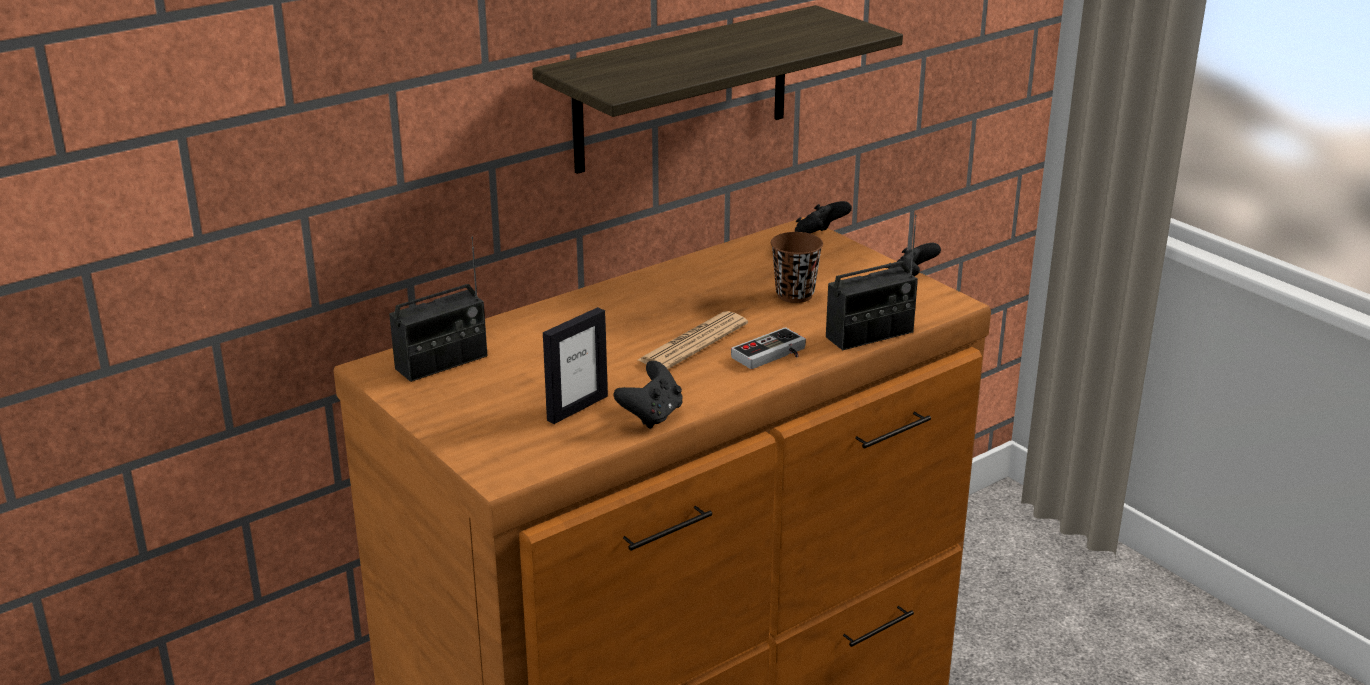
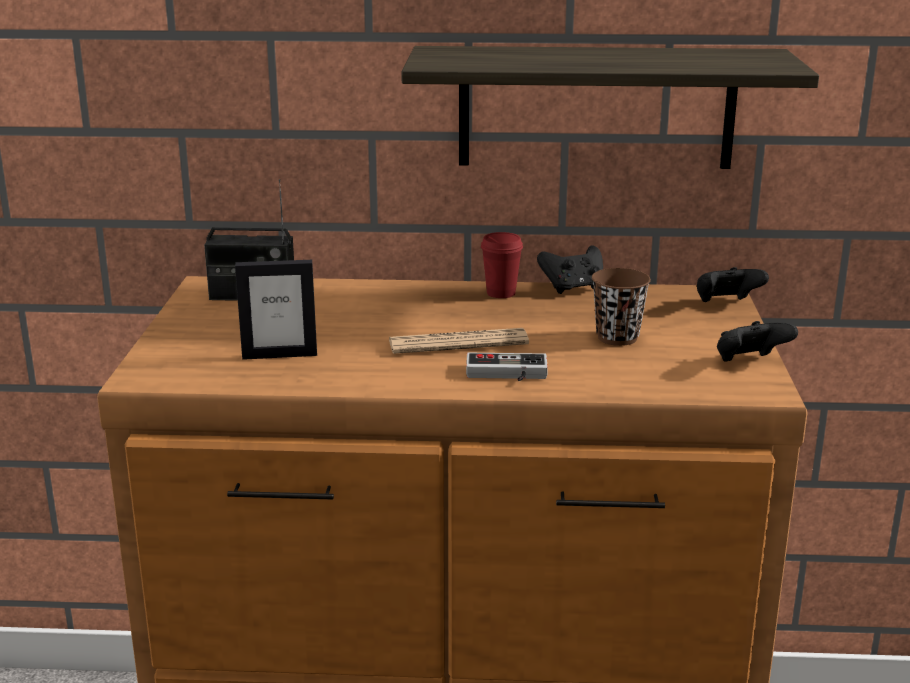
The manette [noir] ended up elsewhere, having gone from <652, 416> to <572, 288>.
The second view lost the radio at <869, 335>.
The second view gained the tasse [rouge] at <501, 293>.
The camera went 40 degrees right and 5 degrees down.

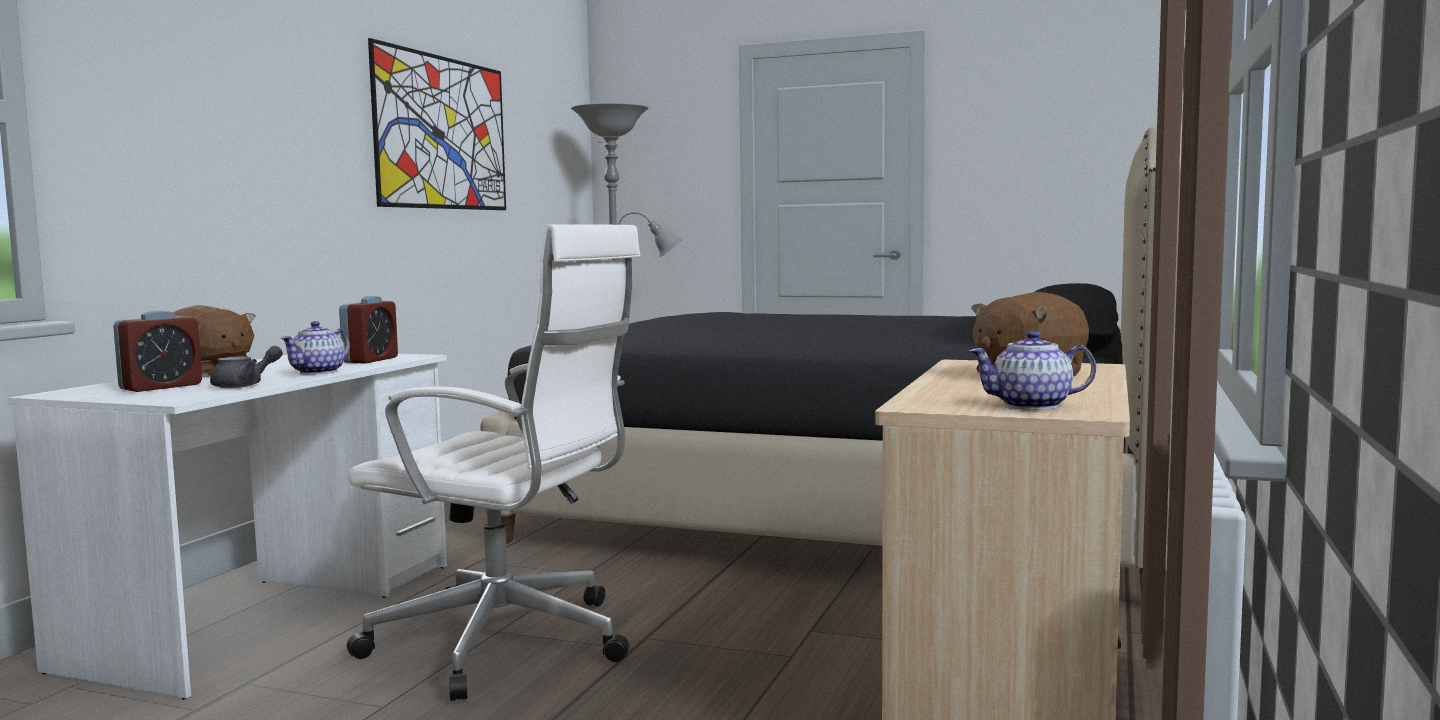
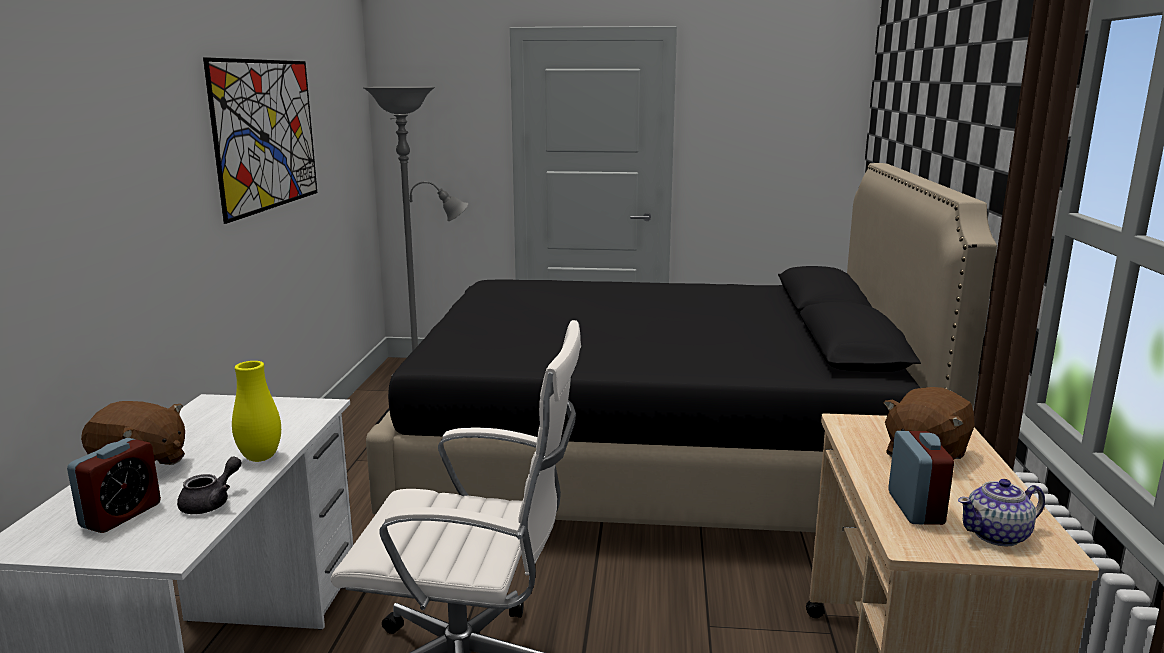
Where the théière stood at <319, 372>, the vase [jaune] came to stand at <260, 458>.
The réveil ended up elsewhere, having gone from <370, 360> to <915, 508>.
The camera went 15 degrees left and 10 degrees up.

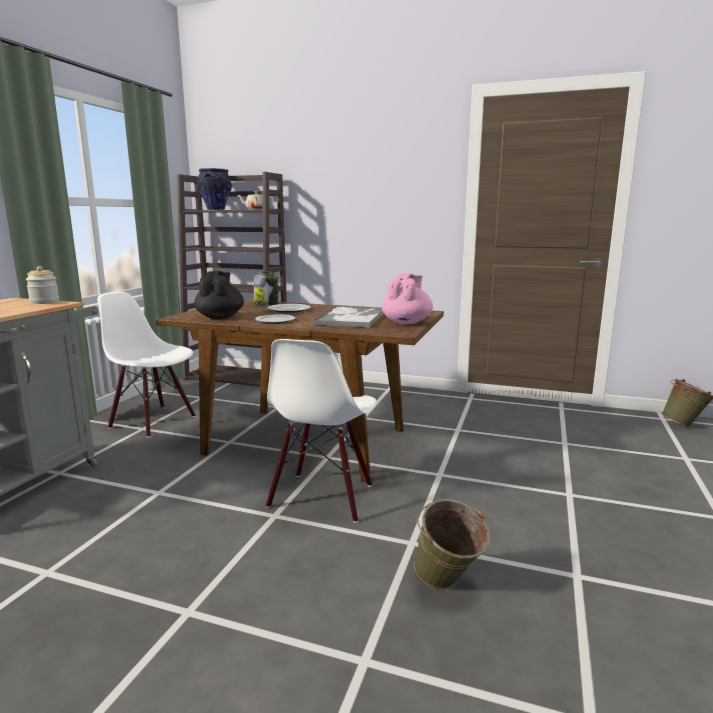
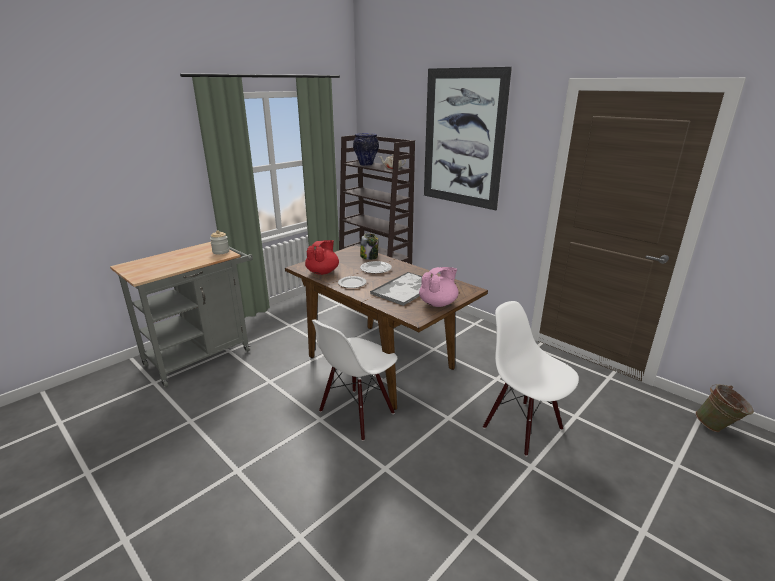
The chaise [blanc] ended up elsewhere, having gone from <154, 421> to <523, 427>.
What was the théière [noir] at <220, 317> turned into the théière [rouge] at <323, 272>.
The second view lost the seau [vert] at <447, 585>.
The second view gained the tableau at <462, 139>.
The camera went 25 degrees right and 10 degrees up.

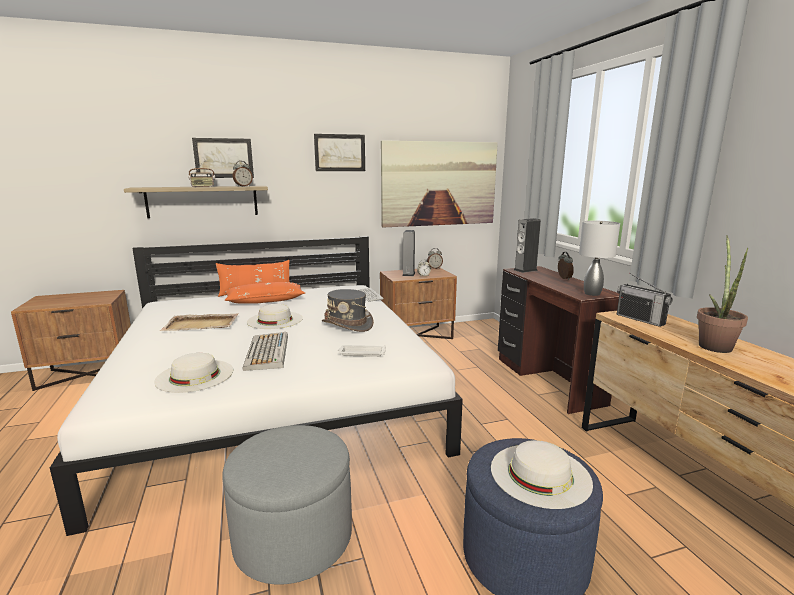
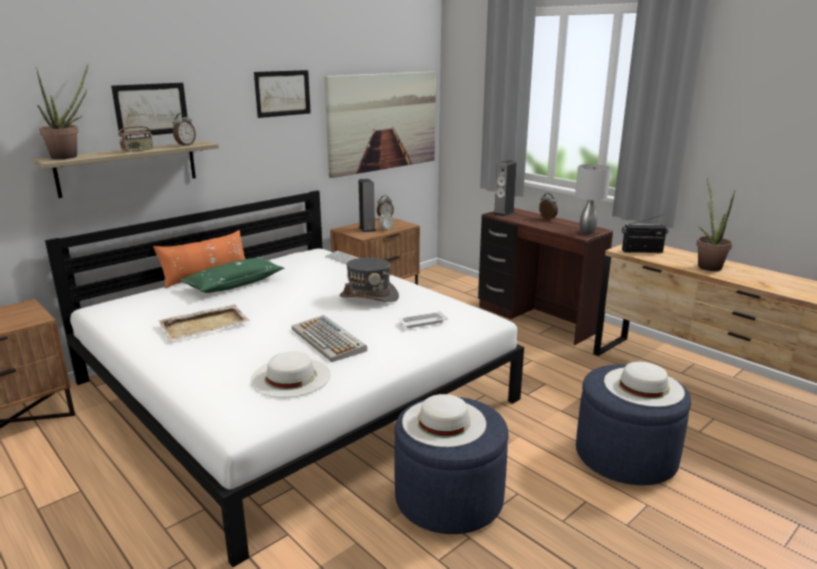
What was the pouf [gris] at <293, 537> turned into the pouf [bleu] at <449, 498>.
What was the coussin [orange] at <265, 300> turned into the coussin [vert] at <234, 284>.
The chapeau [blanc] ended up elsewhere, having gone from <275, 320> to <443, 422>.
The radio at <640, 319> ended up facing another way, 150 degrees clockwise from before.
The second view gained the plante en pot at <70, 156>.
The camera went 25 degrees left and 5 degrees up.

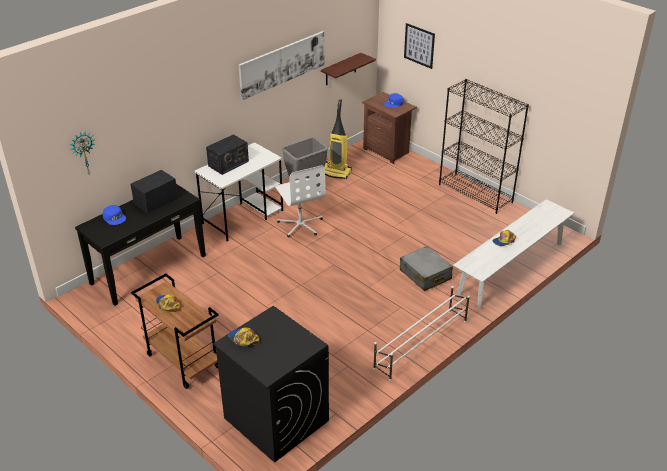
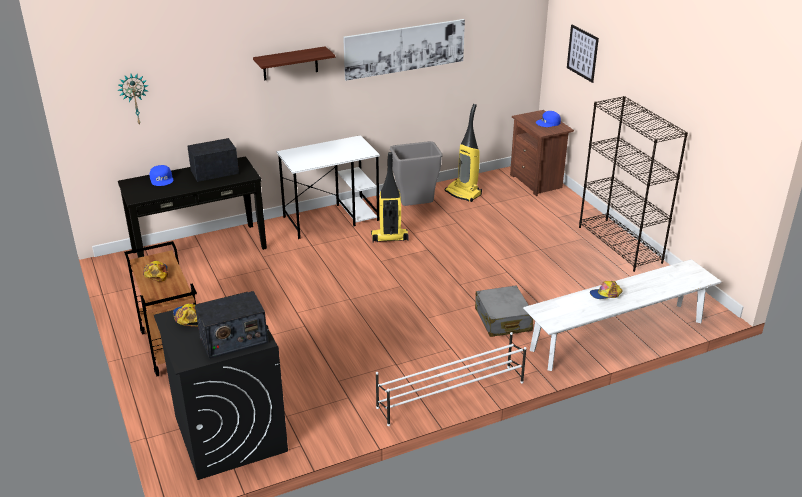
The radio ended up elsewhere, having gone from <228, 164> to <233, 340>.
Where the chaise de bureau [blanc] stood at <300, 224>, the aspirateur came to stand at <389, 238>.
The étagère ended up elsewhere, having gone from <341, 69> to <290, 63>.
The camera went 20 degrees right and 5 degrees down.

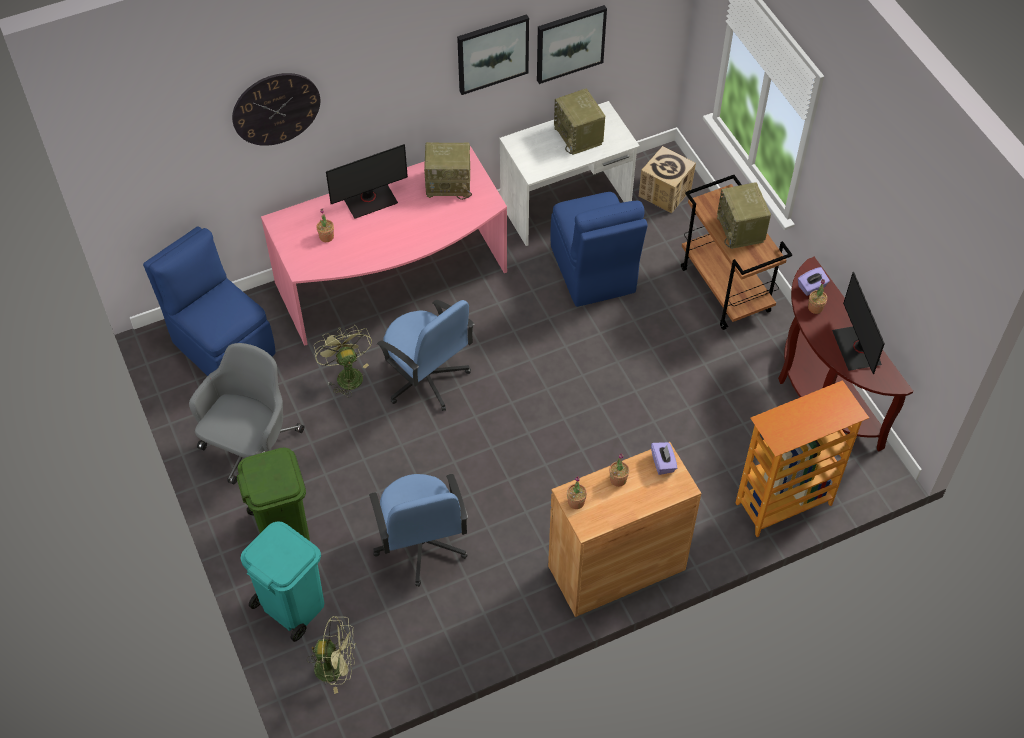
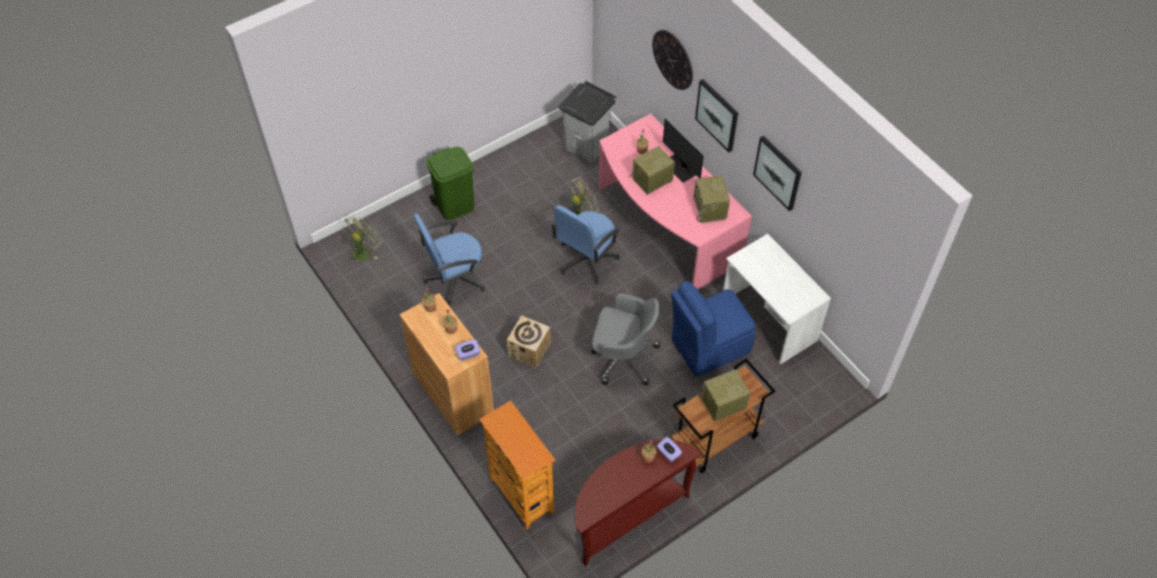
Where the chaise [bleu] stood at <222, 346>, the poubelle [gris] came to stand at <588, 146>.
The chaise de bureau [gris] ended up elsewhere, having gone from <252, 449> to <623, 357>.
The second view lost the poubelle [turquoise] at <292, 605>.
The ventilateur [vert] at <336, 667> ended up facing another way, 135 degrees counterclockwise from before.
The tableau ended up elsewhere, having gone from <570, 43> to <717, 115>.
The radio ended up elsewhere, having gone from <579, 136> to <652, 181>.
The carton ended up elsewhere, having gone from <665, 192> to <529, 350>.
The second view lost the écran d'ordinateur at <857, 348>.
The camera went 80 degrees right and 0 degrees up.

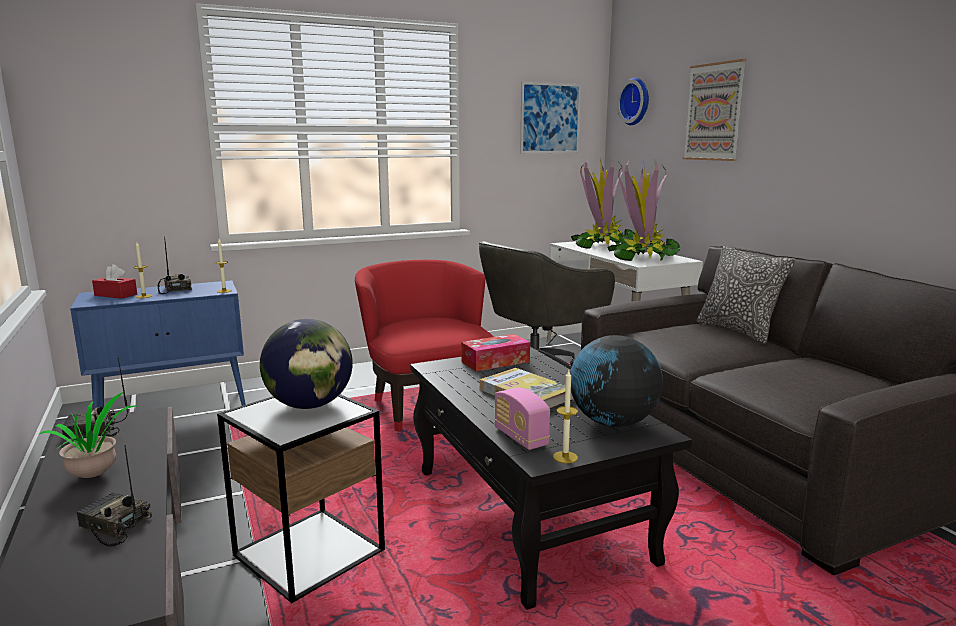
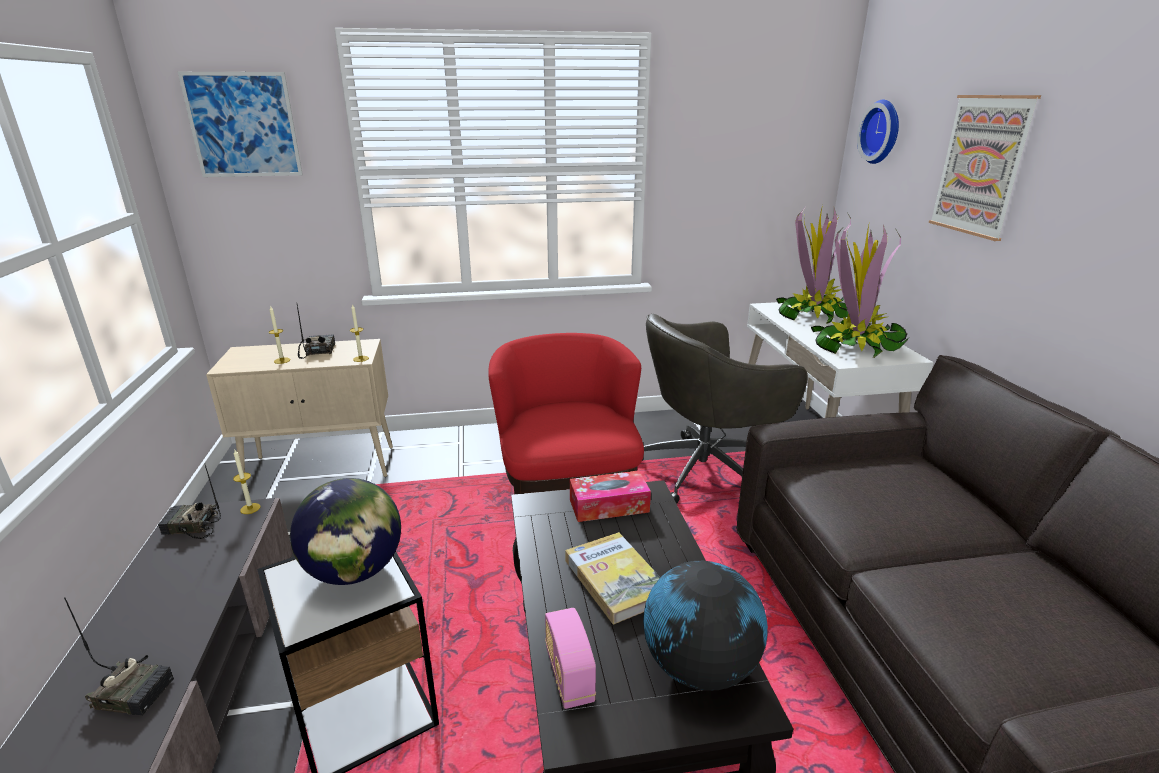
The second view lost the plante en pot at <97, 475>.
What was the meuble de rangement [bleu] at <175, 410> turned into the meuble de rangement [beige] at <323, 467>.
The radio at <113, 526> ended up facing another way, 150 degrees clockwise from before.
The second view lost the boîte à mouchoirs [rouge] at <116, 295>.
The tableau ended up elsewhere, having gone from <550, 118> to <243, 125>.
The bougie ended up elsewhere, having gone from <565, 457> to <250, 508>.
The second view lost the coussin at <738, 331>.
The camera went 15 degrees right and 10 degrees up.

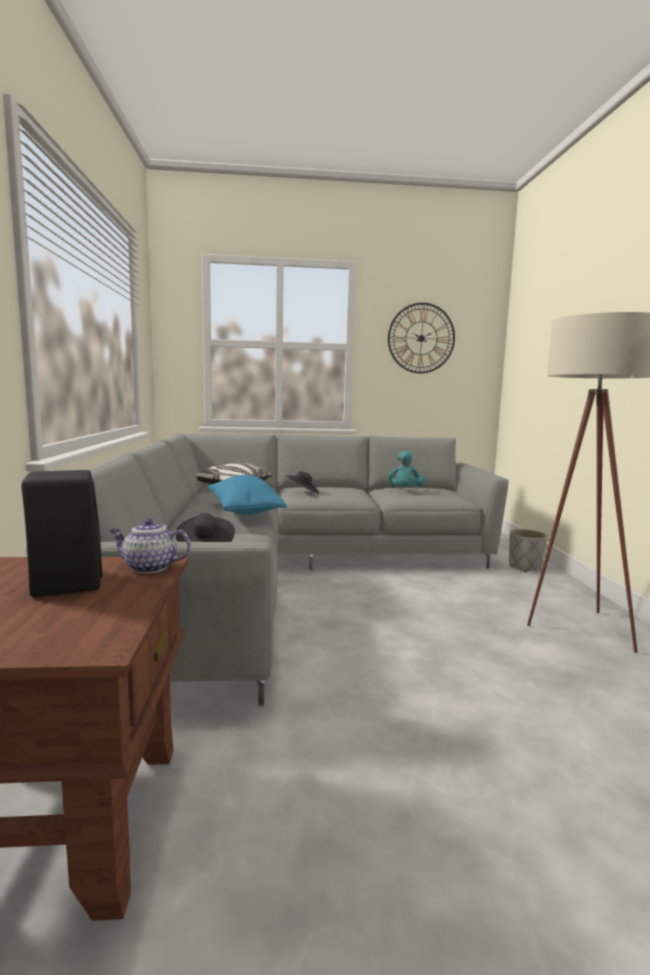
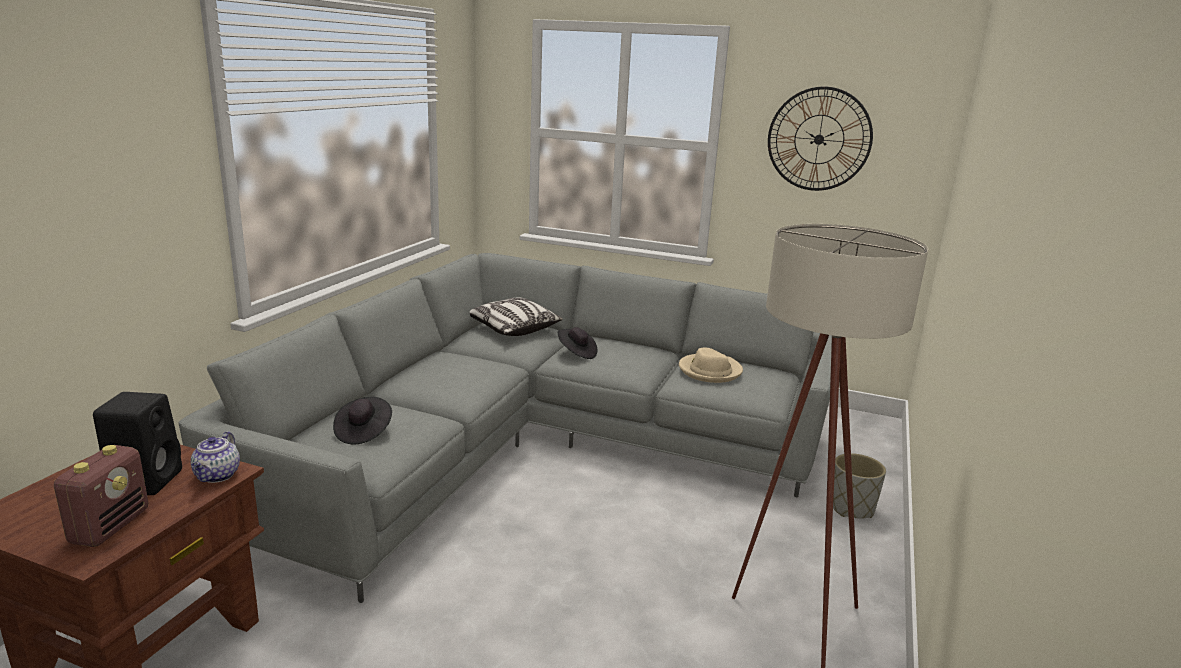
The théière at <149, 567> ended up facing another way, 120 degrees counterclockwise from before.
The second view lost the coussin [bleu] at <244, 511>.
Where the peluche [turquoise] stood at <405, 491>, the chapeau [beige] came to stand at <710, 371>.
The second view gained the radio at <110, 526>.
The camera went 25 degrees right and 10 degrees up.

